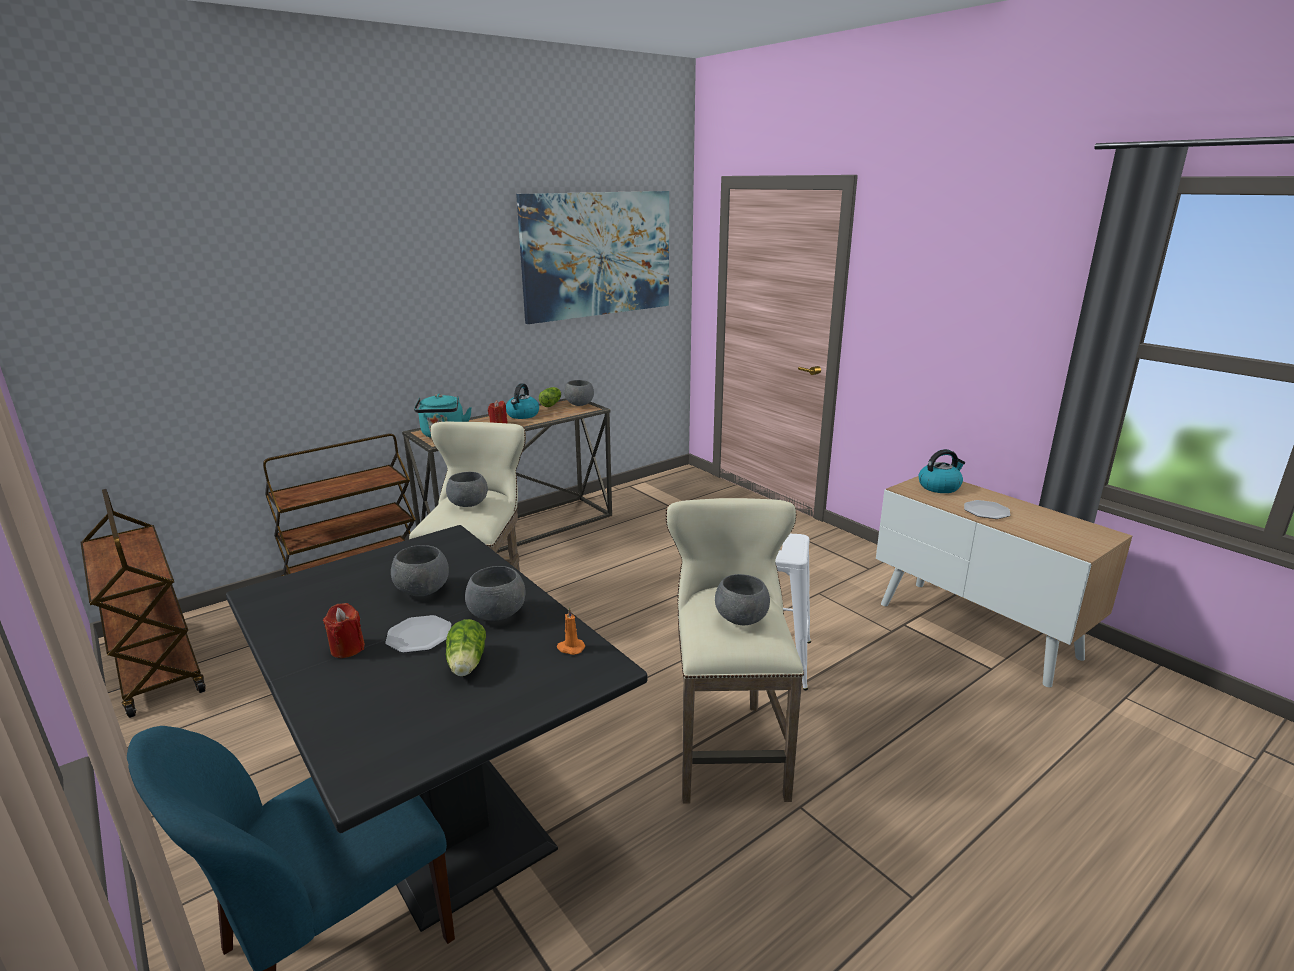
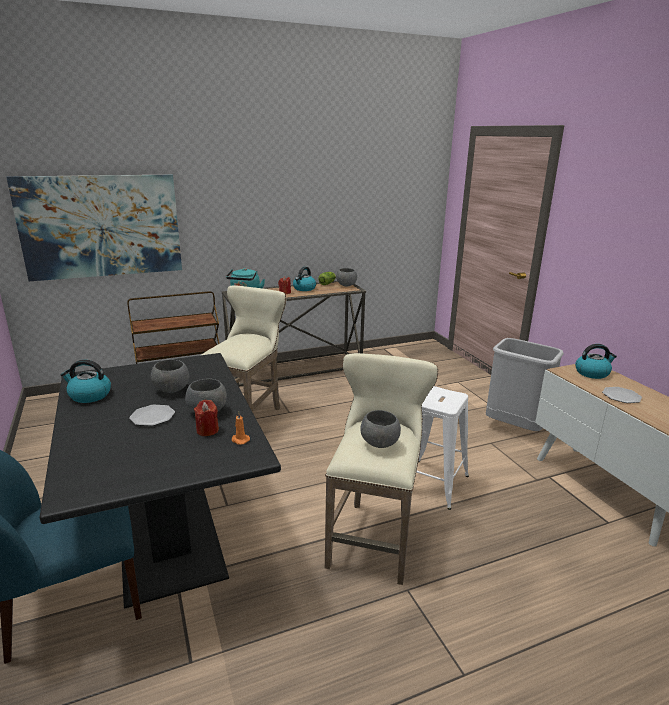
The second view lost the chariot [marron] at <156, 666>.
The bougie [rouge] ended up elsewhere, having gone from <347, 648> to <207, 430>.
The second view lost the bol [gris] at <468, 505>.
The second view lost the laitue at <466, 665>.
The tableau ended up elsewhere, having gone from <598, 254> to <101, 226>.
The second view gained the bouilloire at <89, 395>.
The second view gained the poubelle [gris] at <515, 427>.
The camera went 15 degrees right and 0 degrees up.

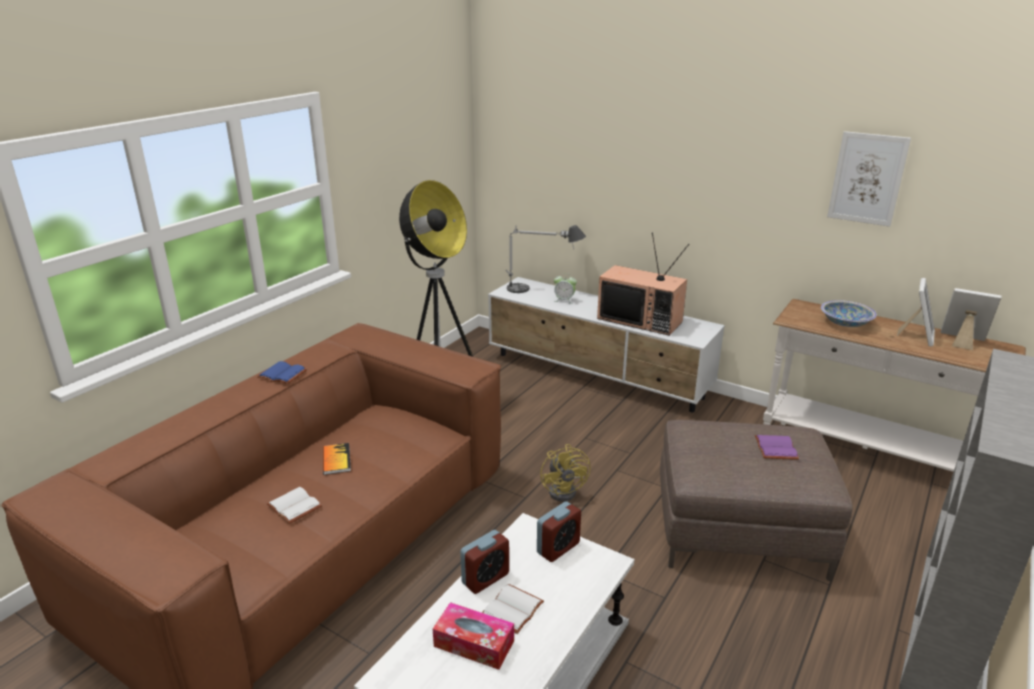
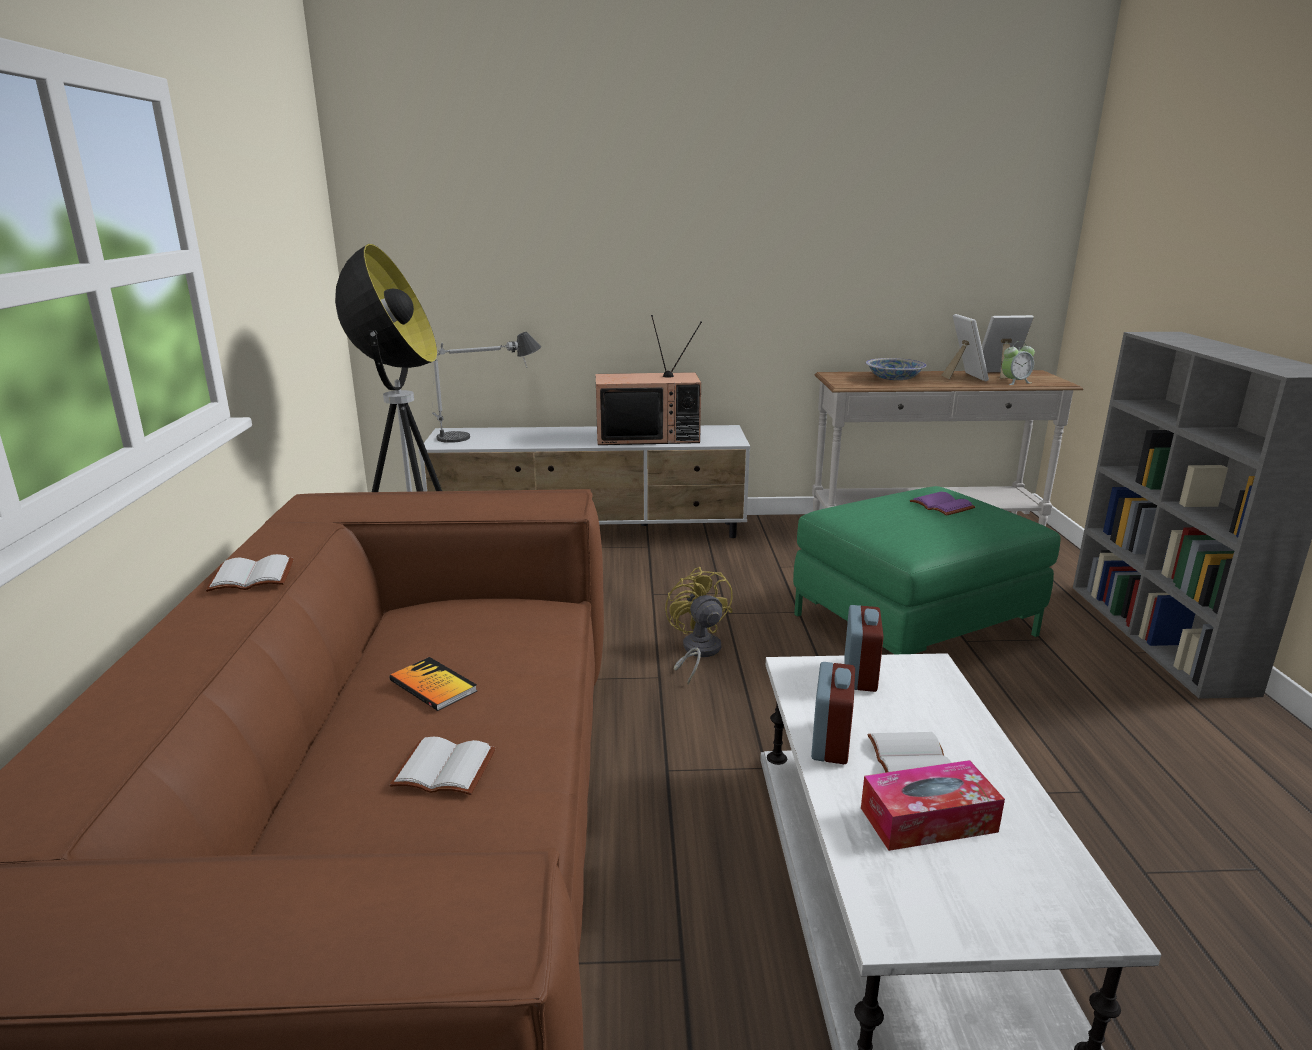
What was the livre [bleu] at <284, 374> turned into the livre [blanc] at <253, 576>.
The ventilateur [jaune] at <566, 490> ended up facing another way, 150 degrees counterclockwise from before.
The réveil ended up elsewhere, having gone from <564, 300> to <1015, 382>.
What was the pouf [marron] at <739, 530> turned into the pouf [vert] at <913, 624>.
The second view lost the tableau at <867, 178>.
The camera went 35 degrees left and 5 degrees down.

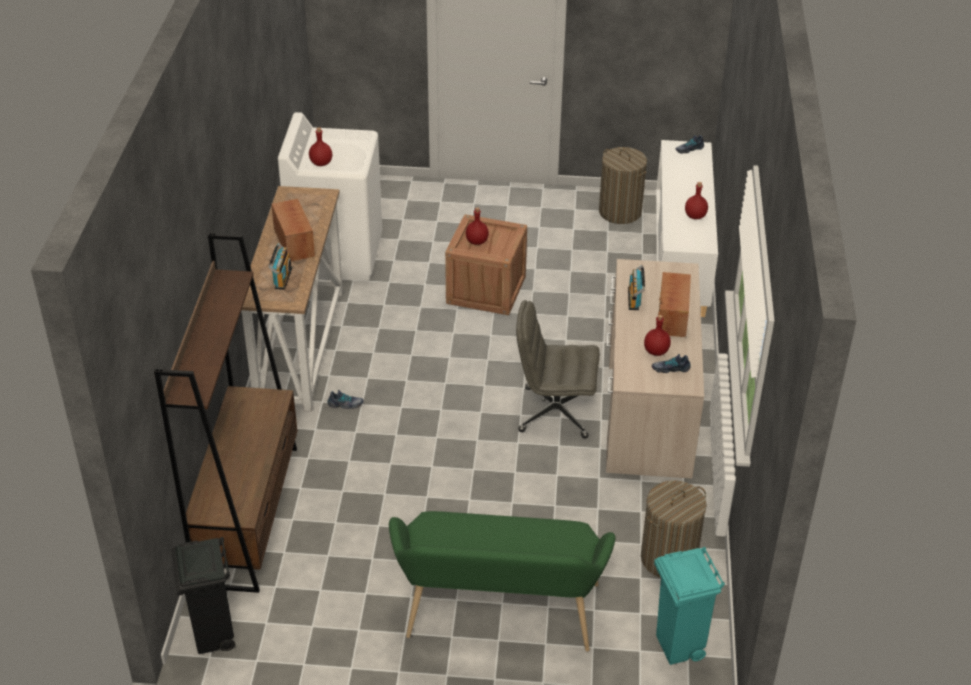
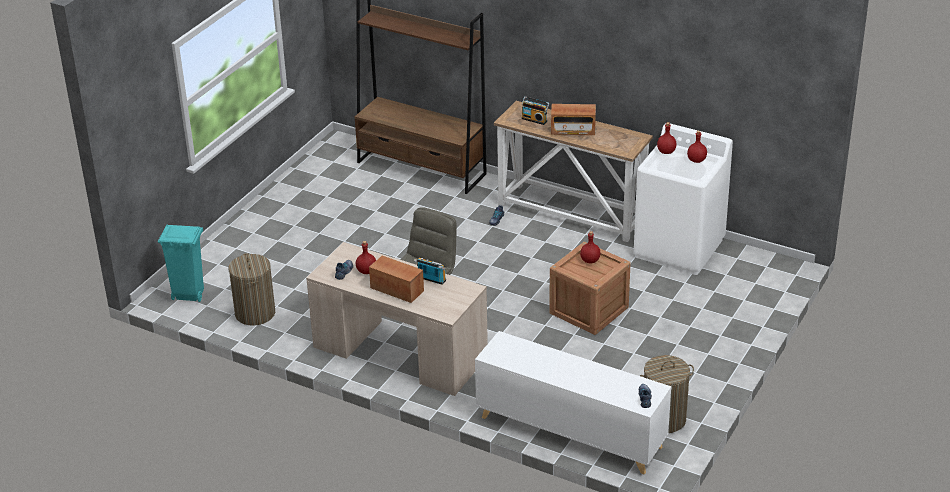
The second view lost the poubelle [noir] at <214, 637>.
The second view lost the banc [vert] at <499, 617>.
The bouteille [rouge] ended up elsewhere, having gone from <695, 216> to <696, 160>.
The camera went 115 degrees right and 5 degrees down.

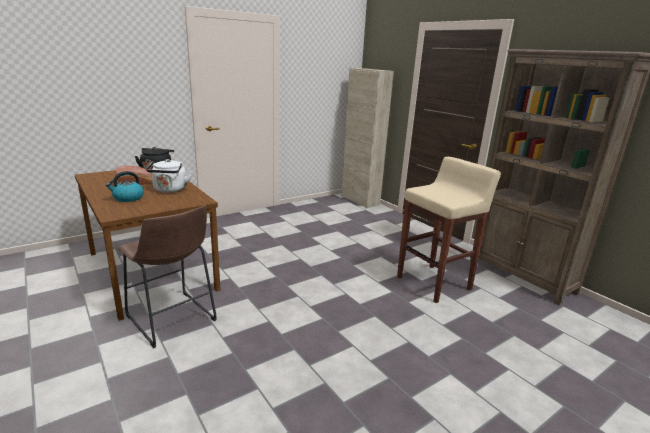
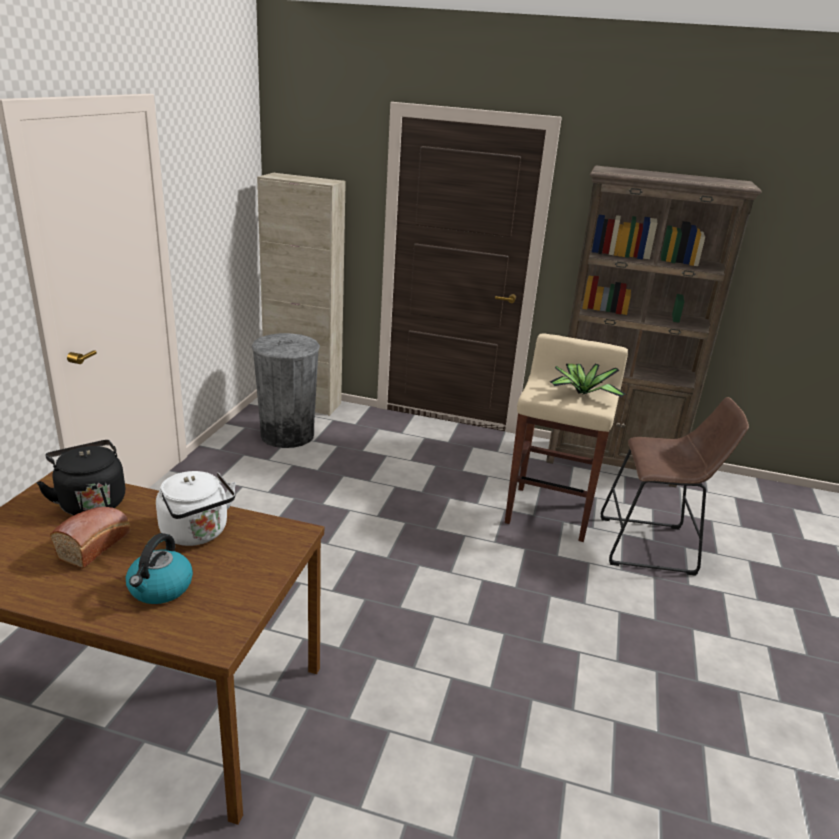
The tabouret [marron] ended up elsewhere, having gone from <173, 320> to <653, 547>.
The second view gained the poubelle [gris] at <287, 435>.
The second view gained the plante en pot at <581, 394>.
The camera went 40 degrees left and 5 degrees up.

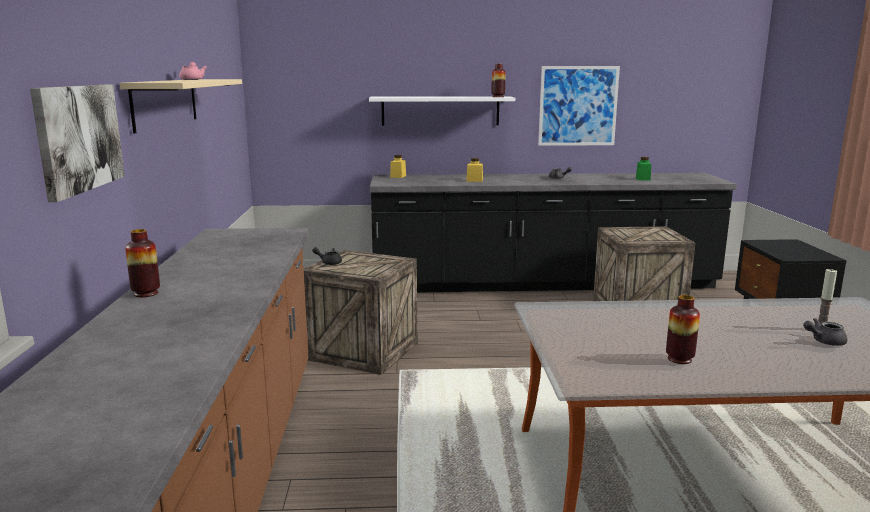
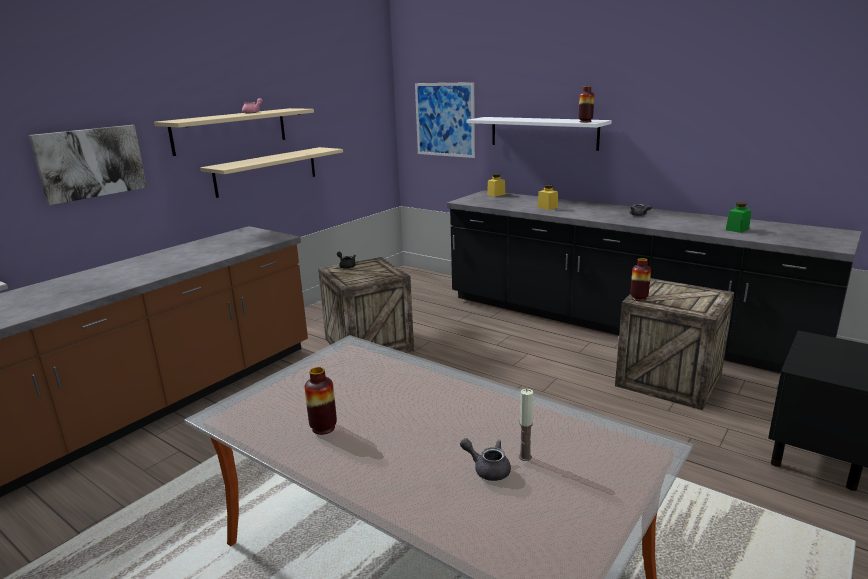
The vase ended up elsewhere, having gone from <146, 293> to <639, 298>.
The tableau ended up elsewhere, having gone from <578, 106> to <445, 120>.
The second view gained the étagère [beige] at <267, 171>.
The camera went 40 degrees right and 5 degrees up.

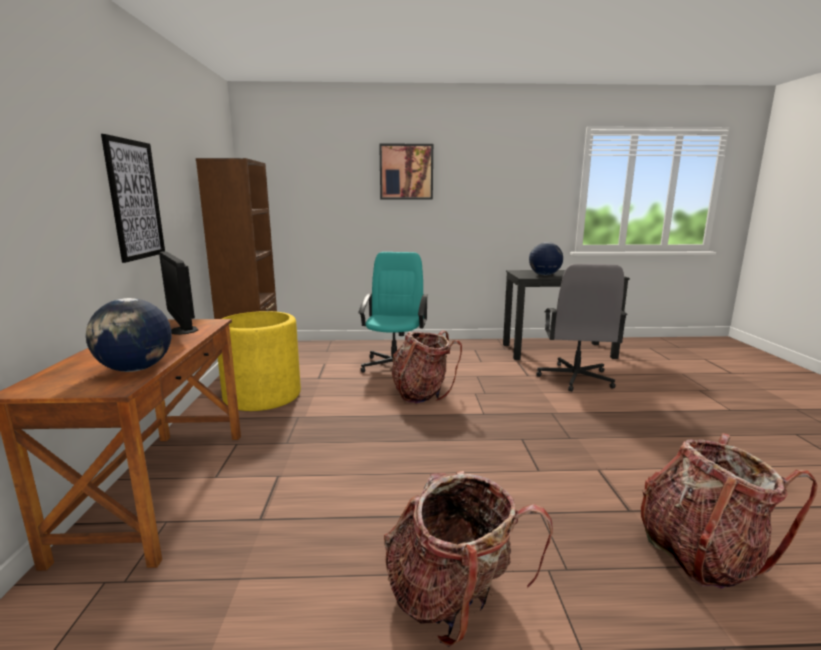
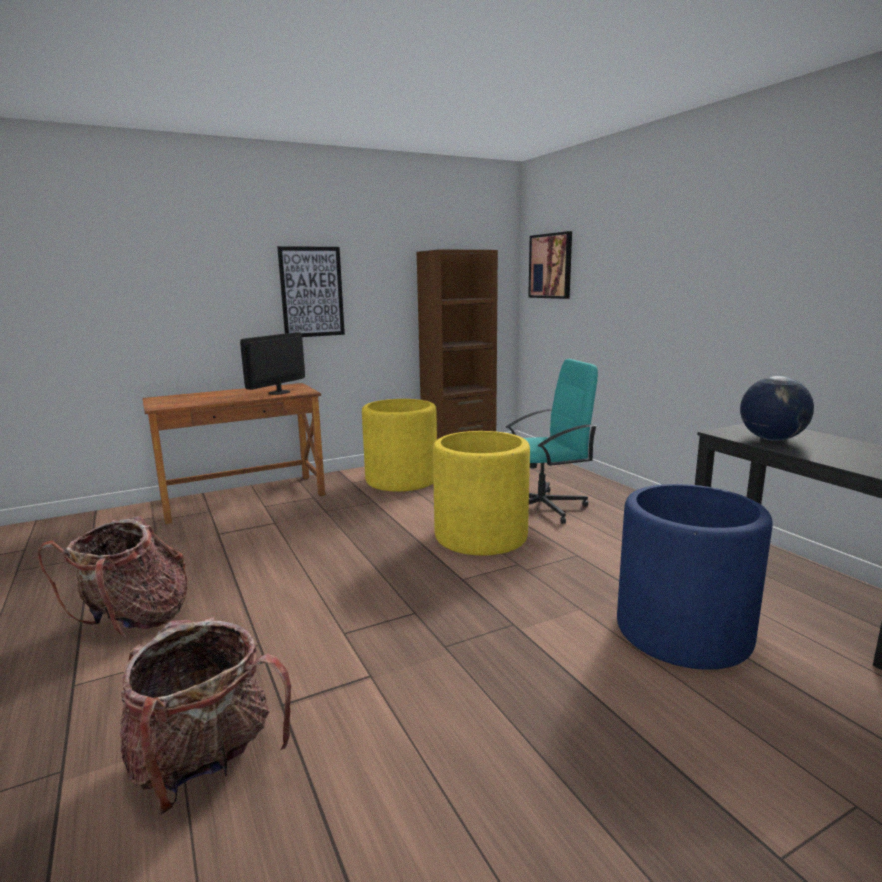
The second view lost the globe at <136, 369>.
The tableau ended up elsewhere, having gone from <406, 172> to <550, 266>.
Where the sac à dos stood at <421, 393>, the cache-pot [jaune] came to stand at <481, 536>.
Where the chaise de bureau [gris] stood at <575, 378>, the cache-pot [bleu] came to stand at <682, 631>.
The camera went 65 degrees right and 0 degrees up.

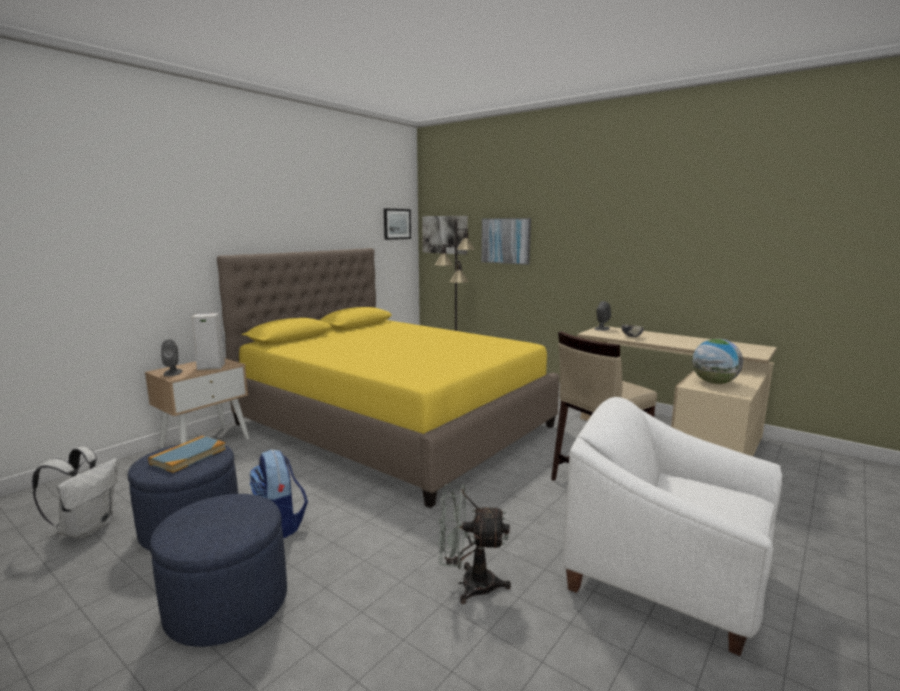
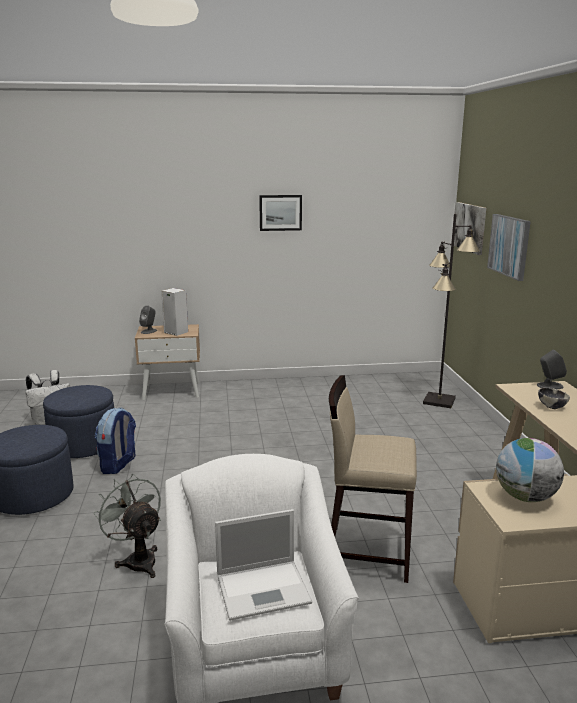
The second view lost the livre at <188, 456>.
The second view lost the lit [jaune] at <394, 425>.
The tableau ended up elsewhere, having gone from <396, 224> to <280, 212>.
The second view gained the ordinateur portable at <265, 589>.
The camera went 45 degrees right and 5 degrees up.

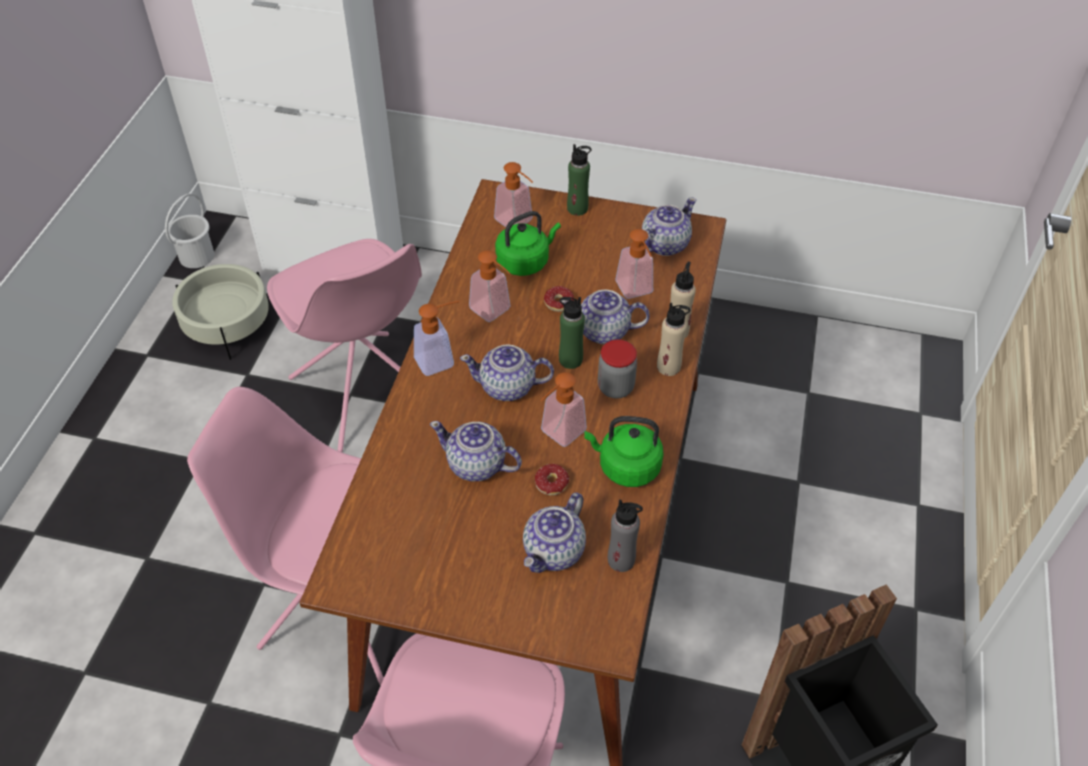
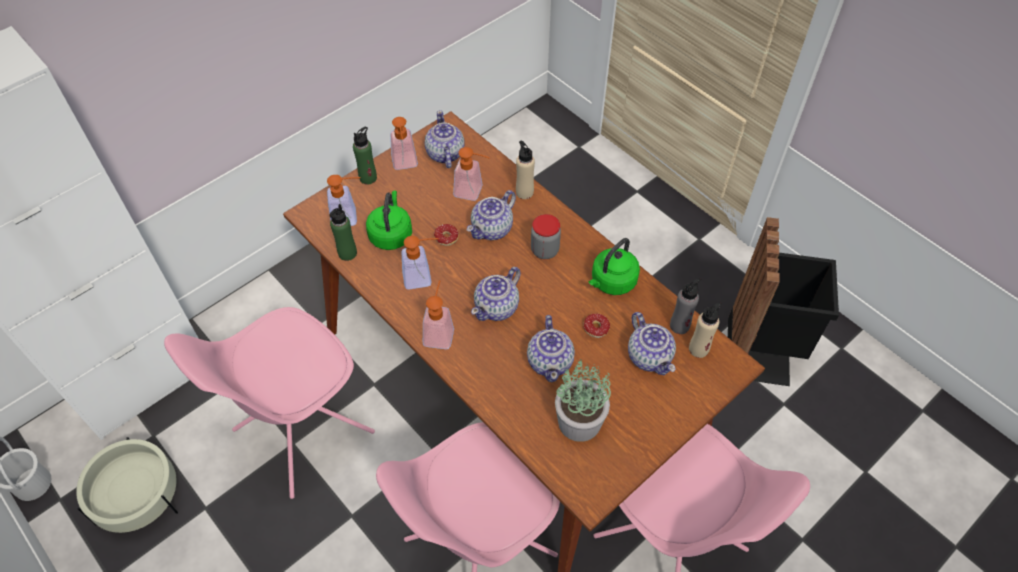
The chaise [rose] at <365, 393> ended up facing another way, 135 degrees clockwise from before.
The théière at <477, 465> ended up facing another way, 60 degrees counterclockwise from before.
The distributeur de savon ended up elsewhere, having gone from <558, 435> to <405, 165>.
The bouteille [vert] ended up elsewhere, having gone from <570, 360> to <347, 253>.
The bouteille [beige] ended up elsewhere, having gone from <668, 367> to <698, 349>.
The second view gained the plante en pot at <580, 421>.
The camera went 55 degrees left and 5 degrees up.

